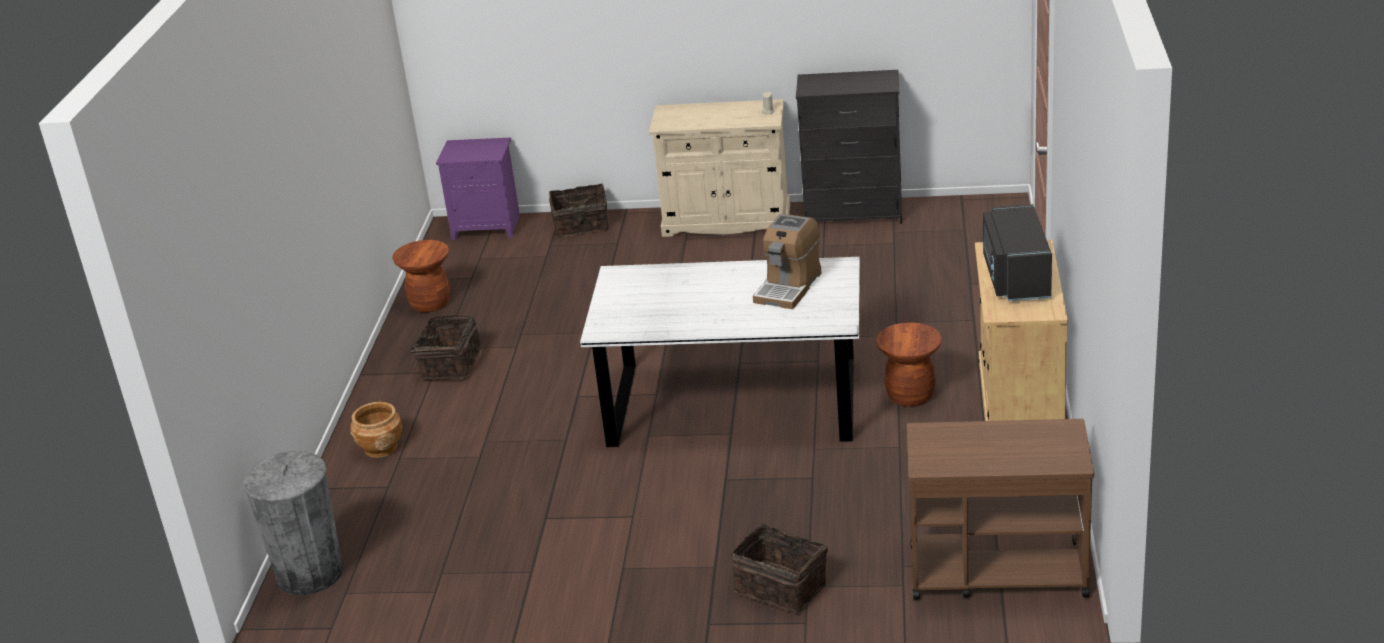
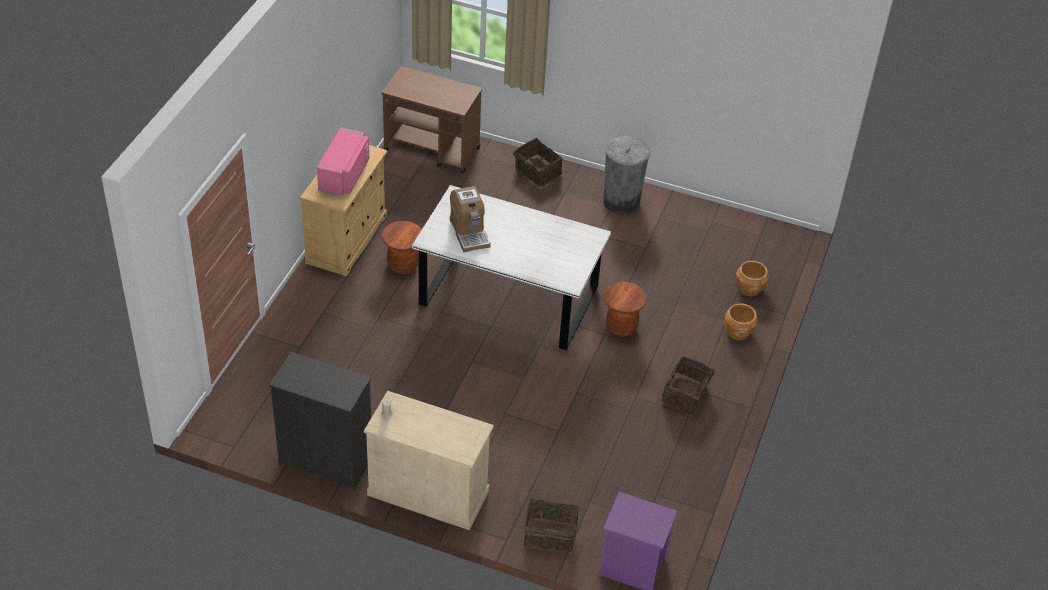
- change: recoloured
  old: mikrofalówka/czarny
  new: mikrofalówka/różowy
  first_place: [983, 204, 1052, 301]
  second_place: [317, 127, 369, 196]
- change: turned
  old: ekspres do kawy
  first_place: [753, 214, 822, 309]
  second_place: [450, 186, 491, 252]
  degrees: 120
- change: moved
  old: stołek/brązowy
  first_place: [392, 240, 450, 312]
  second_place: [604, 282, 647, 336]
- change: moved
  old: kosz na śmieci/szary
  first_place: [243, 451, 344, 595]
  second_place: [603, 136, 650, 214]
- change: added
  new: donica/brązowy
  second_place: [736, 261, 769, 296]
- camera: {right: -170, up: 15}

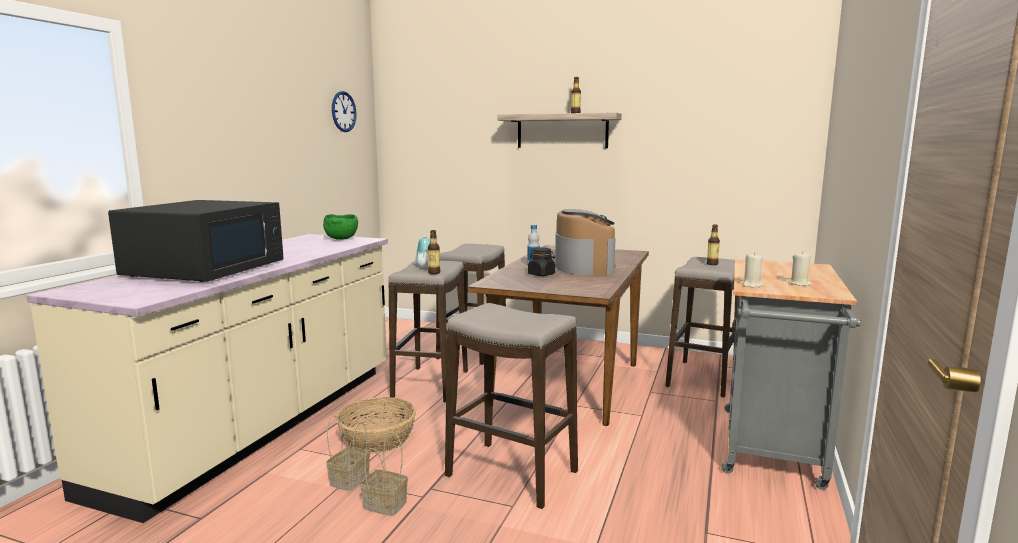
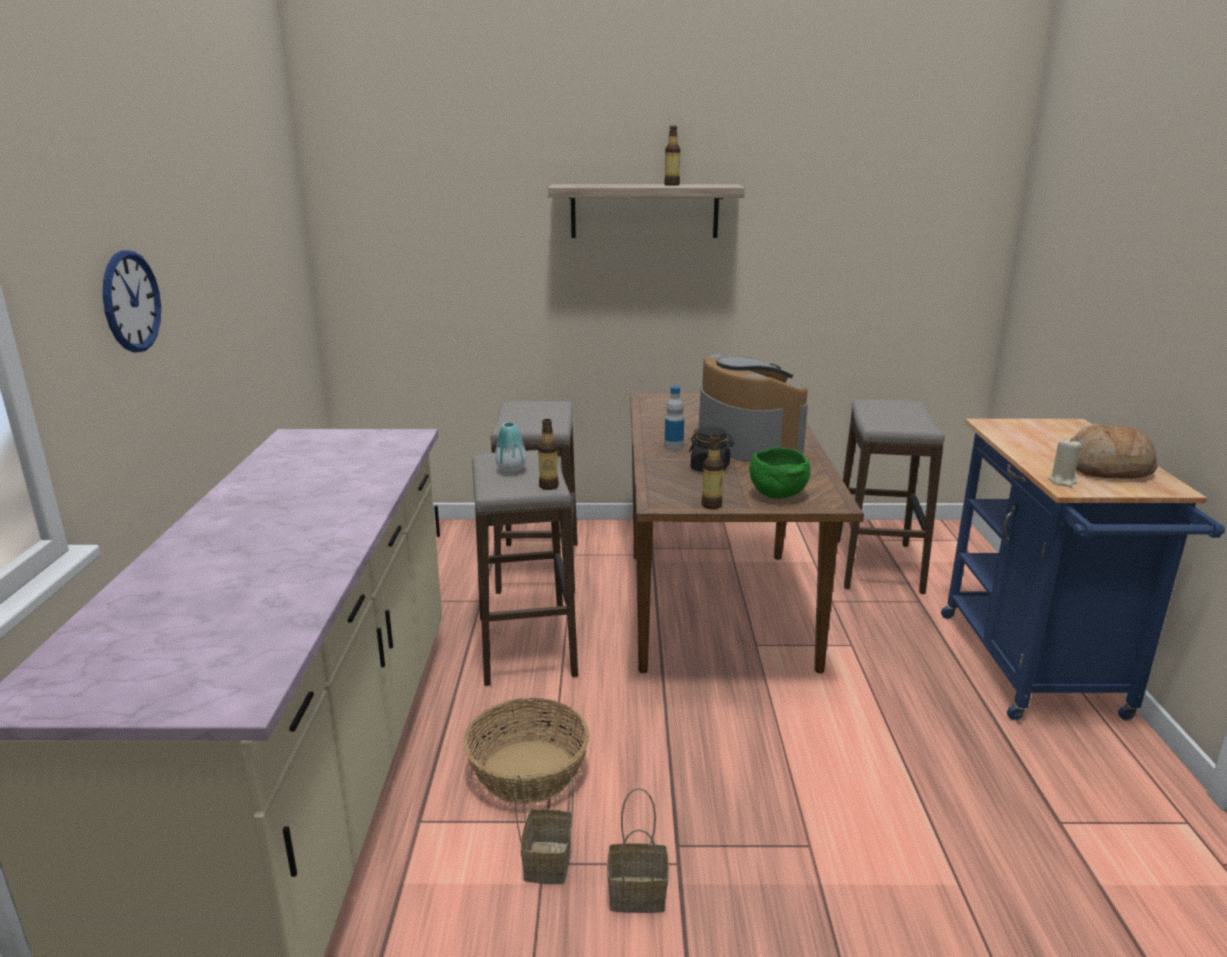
- change: moved
  old: zegar ścienny
  first_place: [332, 91, 357, 132]
  second_place: [102, 250, 161, 352]
- change: removed
  old: mikrofalówka/czarny
  first_place: [108, 200, 283, 282]
- change: moved
  old: miska/zielony
  first_place: [323, 214, 358, 240]
  second_place: [749, 447, 811, 499]
- change: moved
  old: butelka
  first_place: [707, 224, 720, 265]
  second_place: [701, 435, 724, 509]
- change: replaced
  old: świeca/beżowy
  new: chleb
  first_place: [788, 251, 812, 286]
  second_place: [1072, 424, 1158, 479]
- change: recoloured
  old: wózek/szary
  new: wózek/niebieski
  first_place: [722, 259, 861, 490]
  second_place: [941, 419, 1225, 721]
- change: removed
  old: stołek
  first_place: [445, 303, 578, 509]
- camera: {right: -20, up: 10}

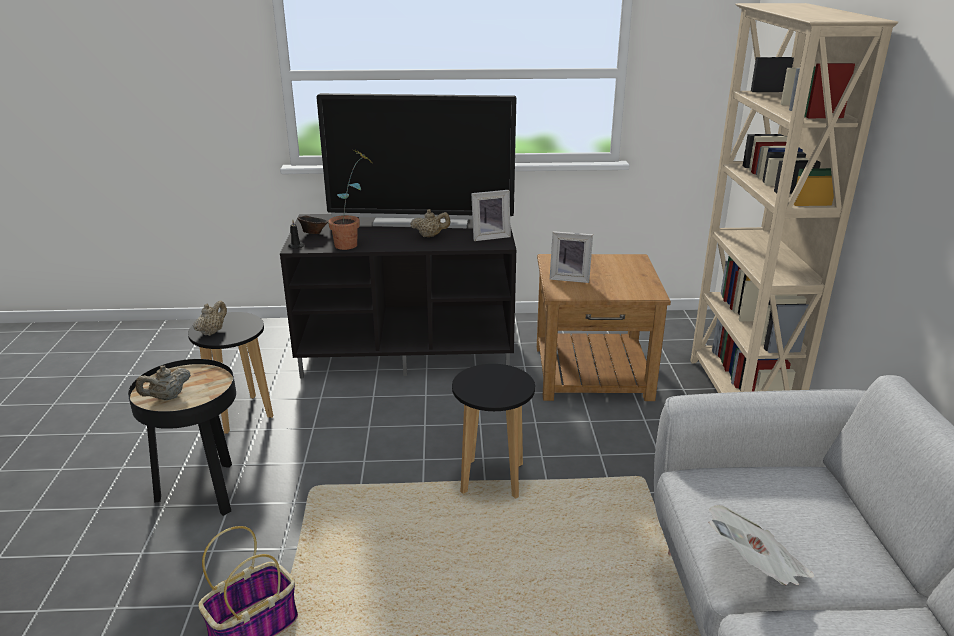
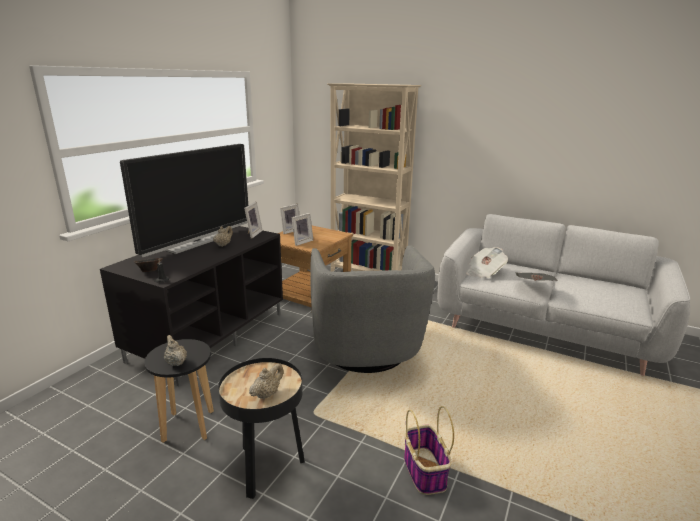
- change: removed
  old: roślina doniczkowa
  first_place: [328, 150, 372, 250]
- change: replaced
  old: stołek/czarny
  new: fotel/szary
  first_place: [452, 364, 535, 499]
  second_place: [311, 245, 435, 373]
- change: turned
  old: imbryk/beżowy
  first_place: [136, 365, 191, 400]
  second_place: [249, 363, 284, 399]
  degrees: -135
- change: added
  new: ramka na zdjęcie
  second_place: [280, 204, 299, 234]
- change: added
  new: gazeta
  second_place: [466, 247, 508, 278]
- camera: {right: -60, up: -5}

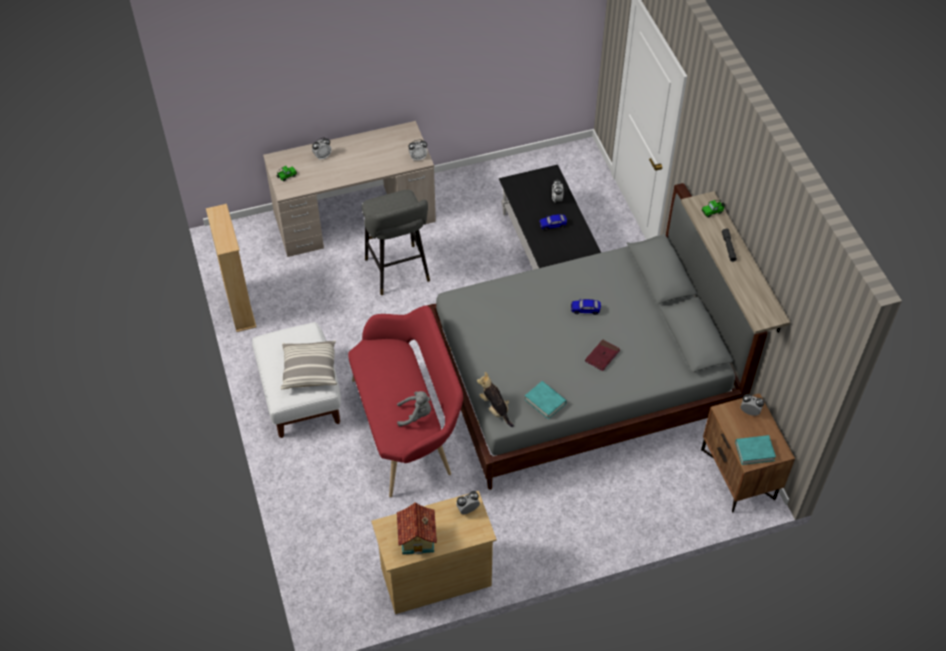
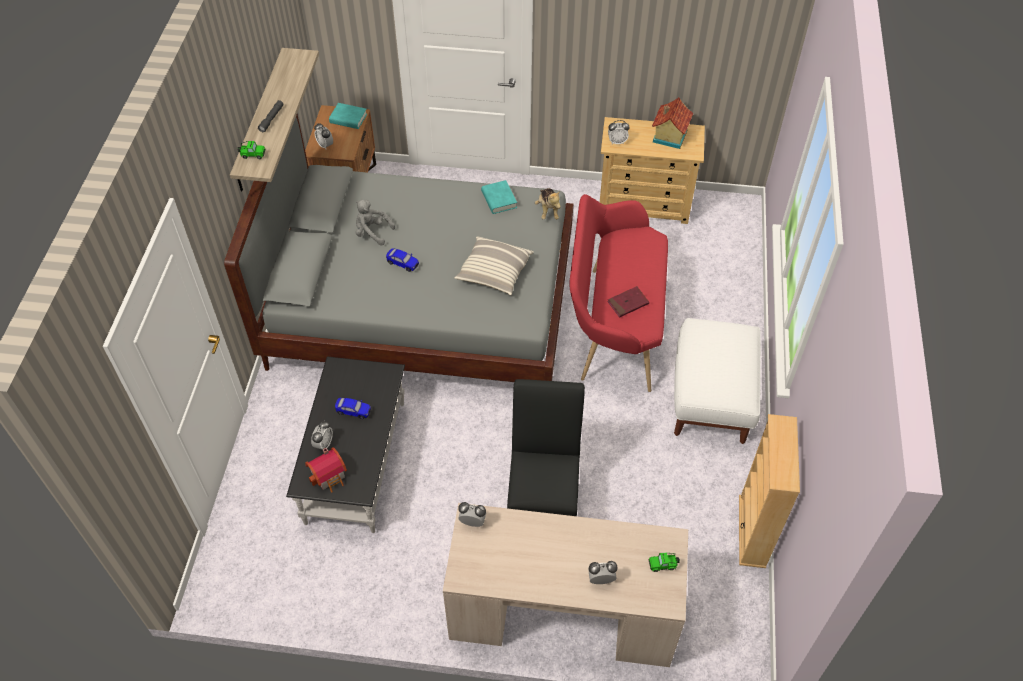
- change: replaced
  old: stołek/szary
  new: krzesło/czarny
  first_place: [362, 190, 430, 295]
  second_place: [507, 379, 585, 516]
- change: moved
  old: książka/czerwony
  first_place: [585, 339, 620, 371]
  second_place: [607, 286, 649, 318]
- change: moved
  old: poduszka
  first_place: [281, 340, 337, 389]
  second_place: [455, 236, 534, 295]
- change: moved
  old: pluszak/szary
  first_place: [397, 391, 431, 426]
  second_place: [355, 200, 395, 246]
- change: added
  new: domek
  second_place: [305, 447, 347, 493]
- camera: {right: -155, up: 0}

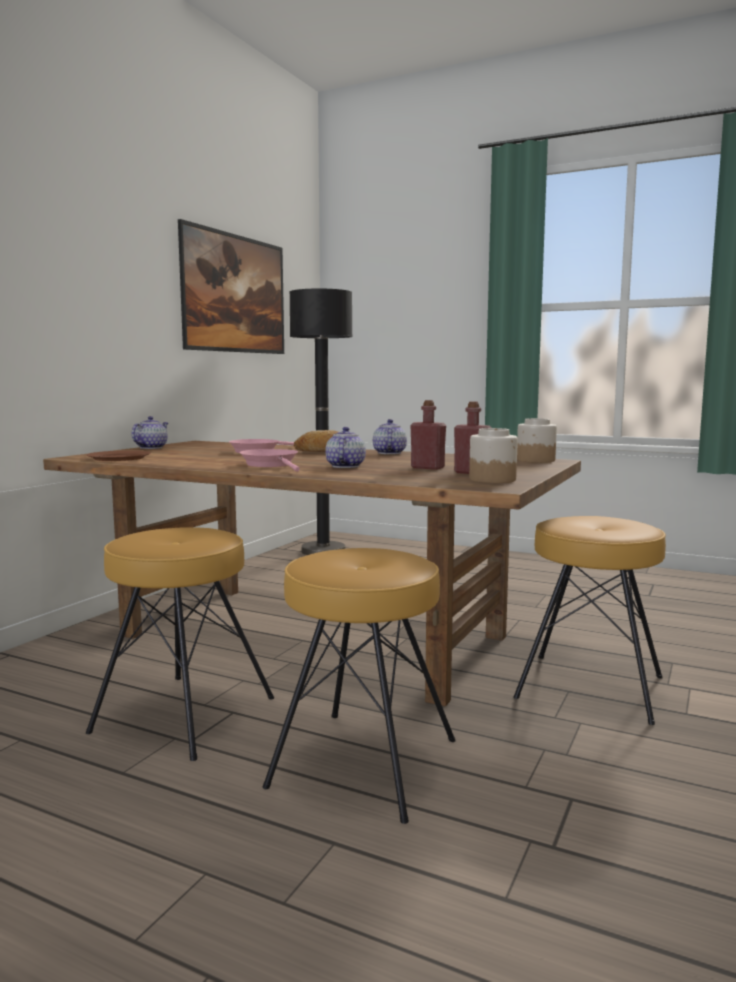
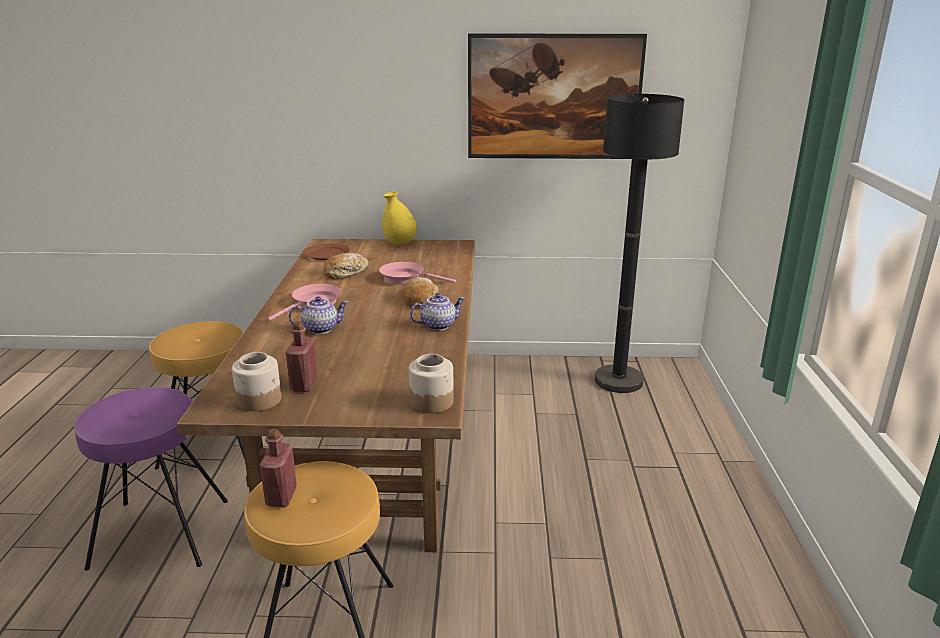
- change: moved
  old: butelka/czerwony
  first_place: [411, 400, 446, 470]
  second_place: [260, 429, 297, 507]
- change: replaced
  old: imbryk
  new: wazon/żółty
  first_place: [131, 416, 168, 449]
  second_place: [382, 192, 416, 245]
- change: recoloured
  old: stołek/brązowy
  new: stołek/fioletowy
  first_place: [263, 548, 456, 824]
  second_place: [74, 387, 228, 571]
- change: added
  new: chleb
  second_place: [323, 253, 368, 280]
- camera: {right: 65, up: 15}

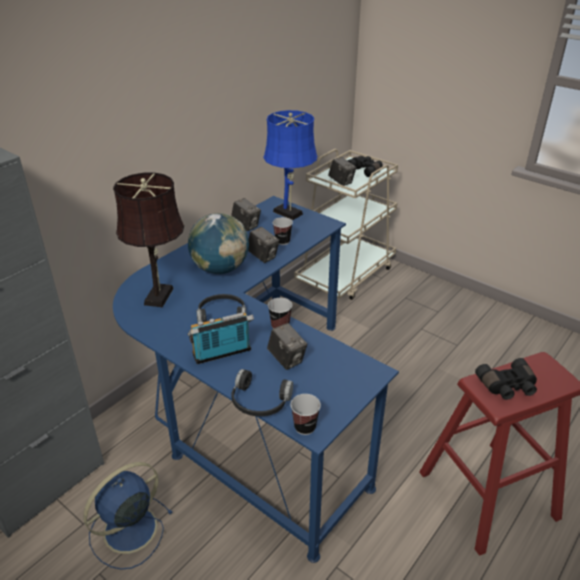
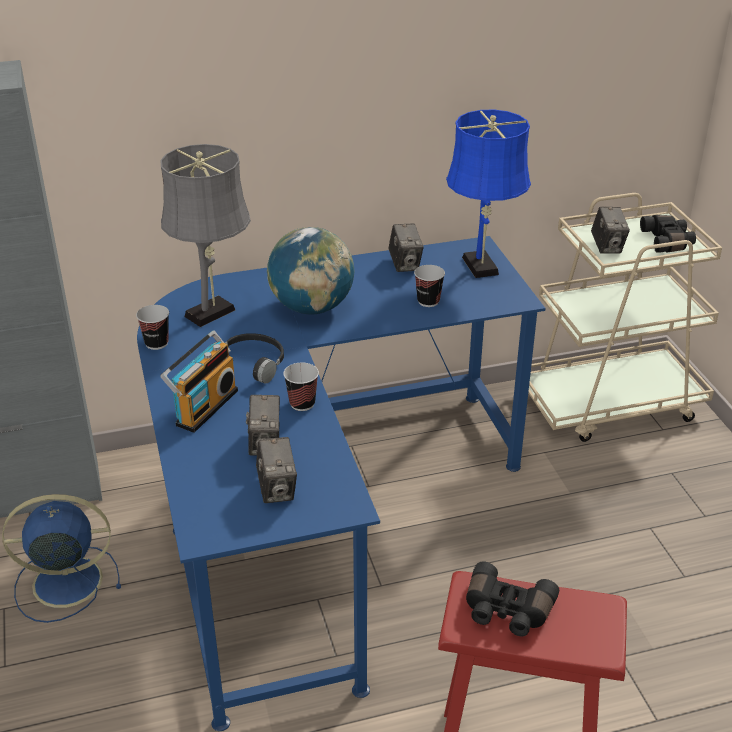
- change: recoloured
  old: lampa stołowa/brązowy
  new: lampa stołowa/szary
  first_place: [113, 173, 184, 307]
  second_place: [160, 144, 251, 327]
- change: moved
  old: aparat fotograficzny
  first_place: [248, 227, 280, 263]
  second_place: [256, 437, 297, 503]
- change: turned
  old: radio
  first_place: [188, 312, 254, 364]
  second_place: [160, 331, 238, 433]
  degrees: 105
- change: removed
  old: słuchawki/czarny
  first_place: [231, 369, 293, 416]
- change: moved
  old: filiżanka
  first_place: [291, 394, 321, 435]
  second_place: [136, 305, 169, 350]
- camera: {right: 35, up: 0}

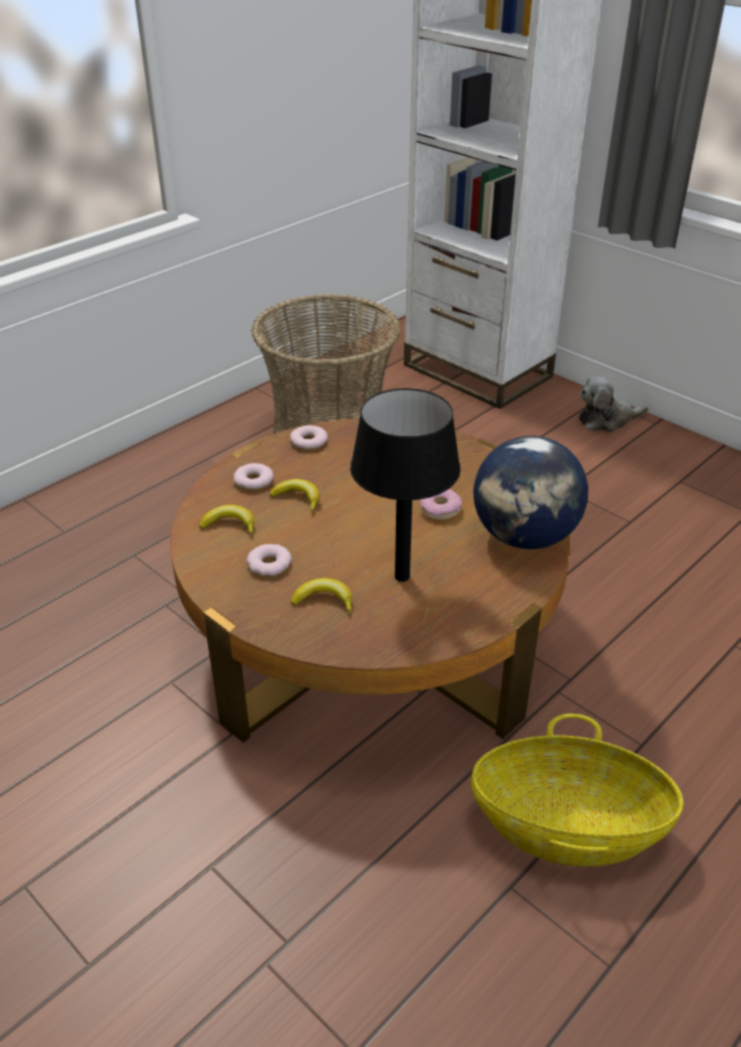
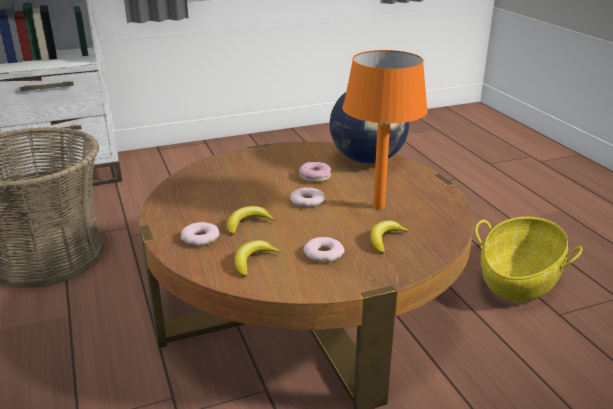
- change: removed
  old: pluszak
  first_place: [579, 375, 649, 432]
- change: recoloured
  old: lampa stołowa/czarny
  new: lampa stołowa/pomarańczowy
  first_place: [350, 388, 461, 582]
  second_place: [343, 50, 428, 209]
- change: moved
  old: donut
  first_place: [290, 425, 328, 450]
  second_place: [290, 187, 325, 208]
- camera: {right: -65, up: -10}

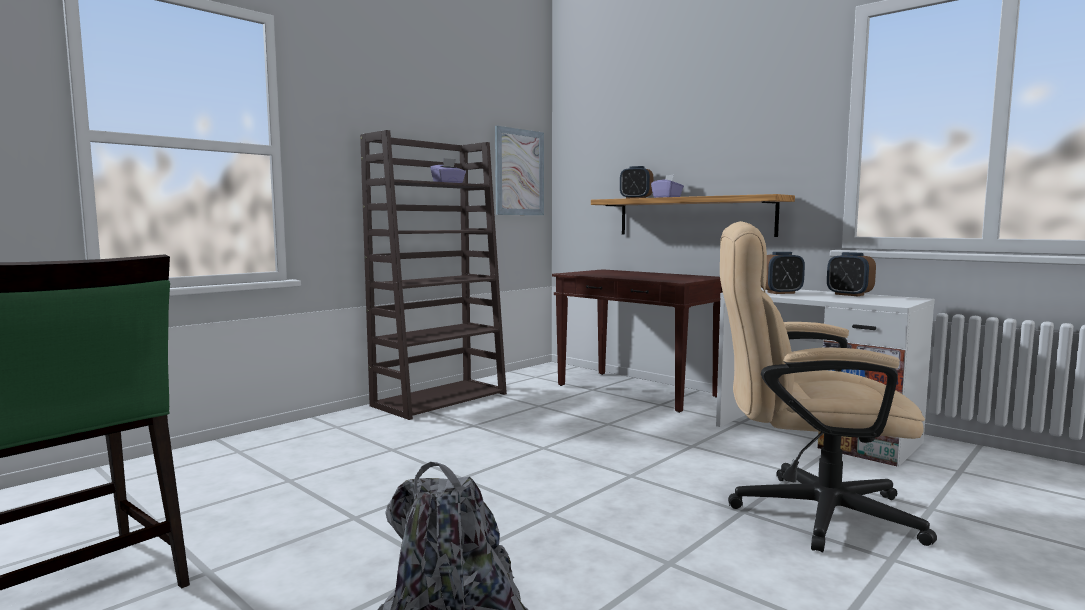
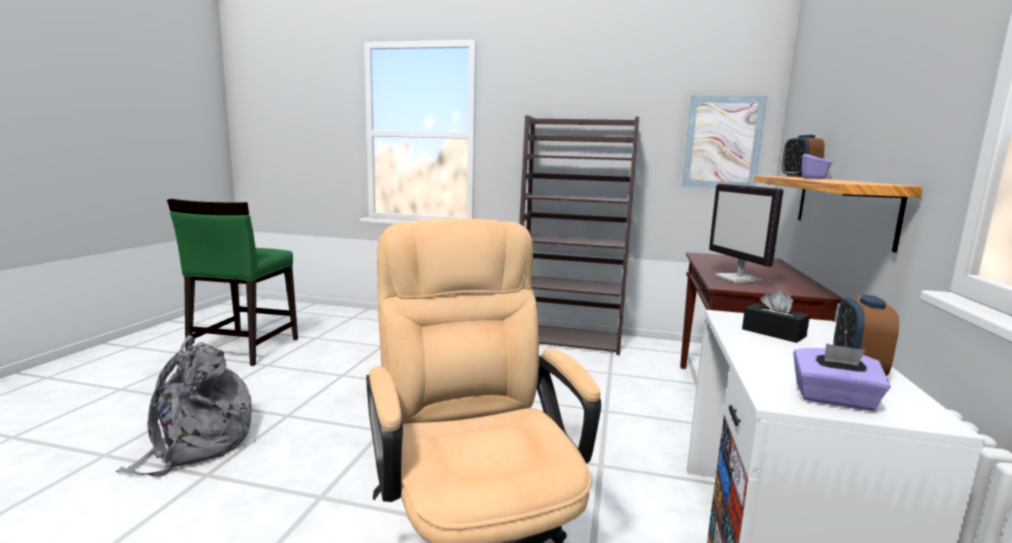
- change: moved
  old: pudełko chusteczek/fioletowy
  first_place: [430, 158, 466, 183]
  second_place: [793, 343, 890, 411]
- change: replaced
  old: budzik
  new: pudełko chusteczek/czarny
  first_place: [761, 252, 805, 294]
  second_place: [742, 290, 810, 343]
- change: added
  new: monitor
  second_place: [709, 184, 783, 283]
- camera: {right: 60, up: 5}

